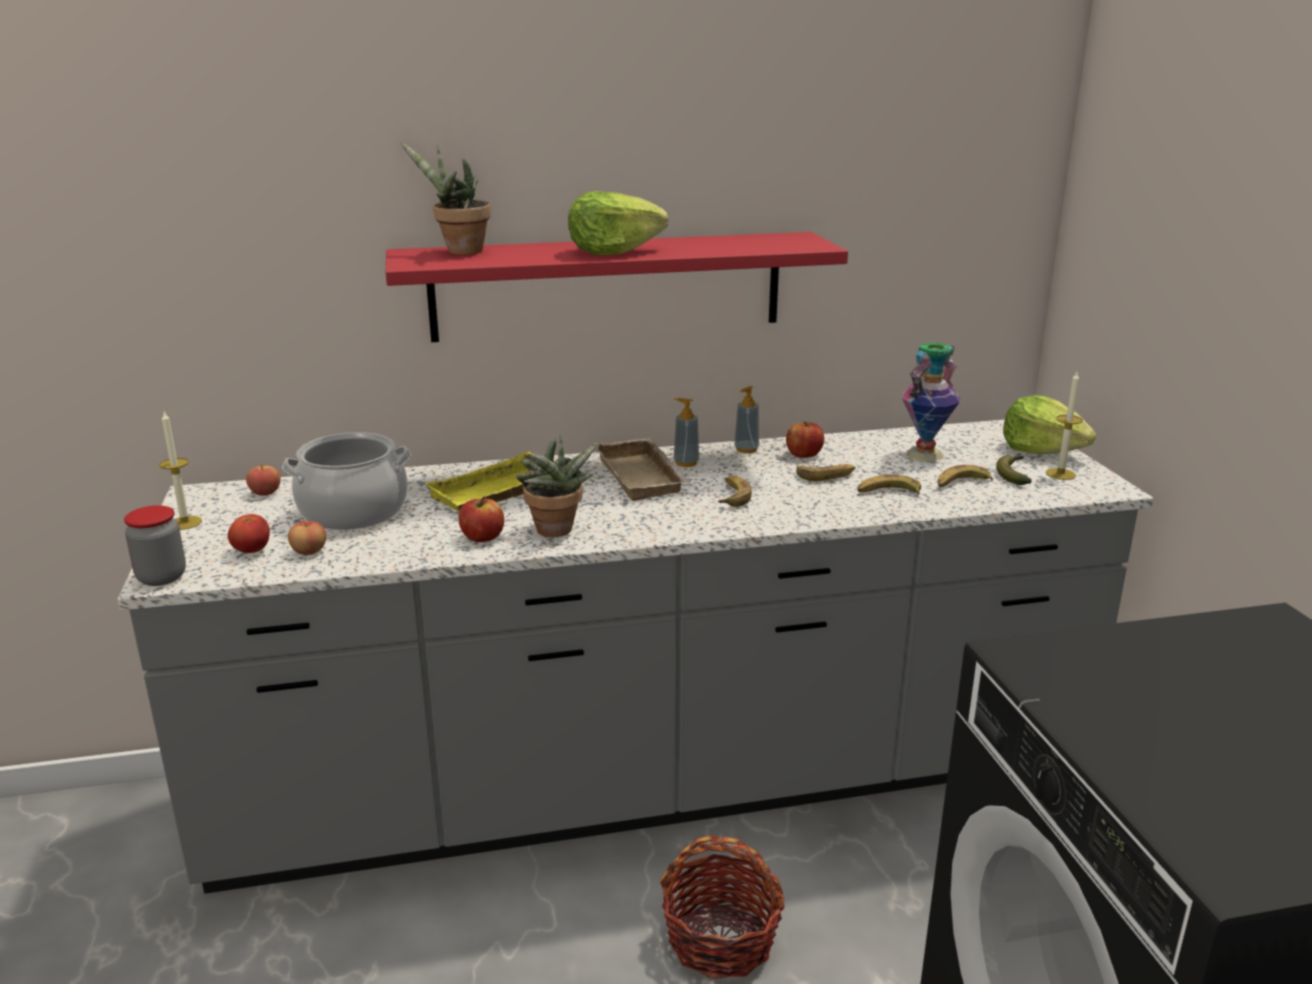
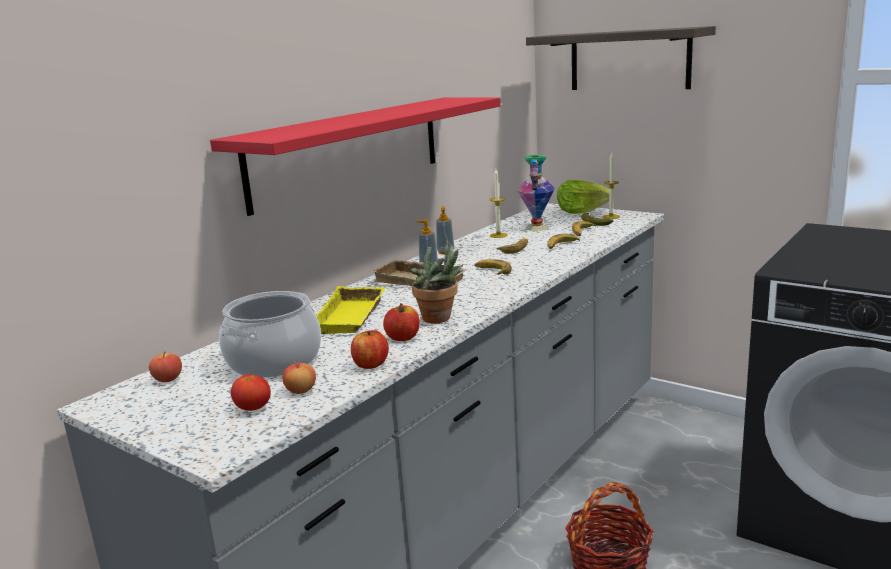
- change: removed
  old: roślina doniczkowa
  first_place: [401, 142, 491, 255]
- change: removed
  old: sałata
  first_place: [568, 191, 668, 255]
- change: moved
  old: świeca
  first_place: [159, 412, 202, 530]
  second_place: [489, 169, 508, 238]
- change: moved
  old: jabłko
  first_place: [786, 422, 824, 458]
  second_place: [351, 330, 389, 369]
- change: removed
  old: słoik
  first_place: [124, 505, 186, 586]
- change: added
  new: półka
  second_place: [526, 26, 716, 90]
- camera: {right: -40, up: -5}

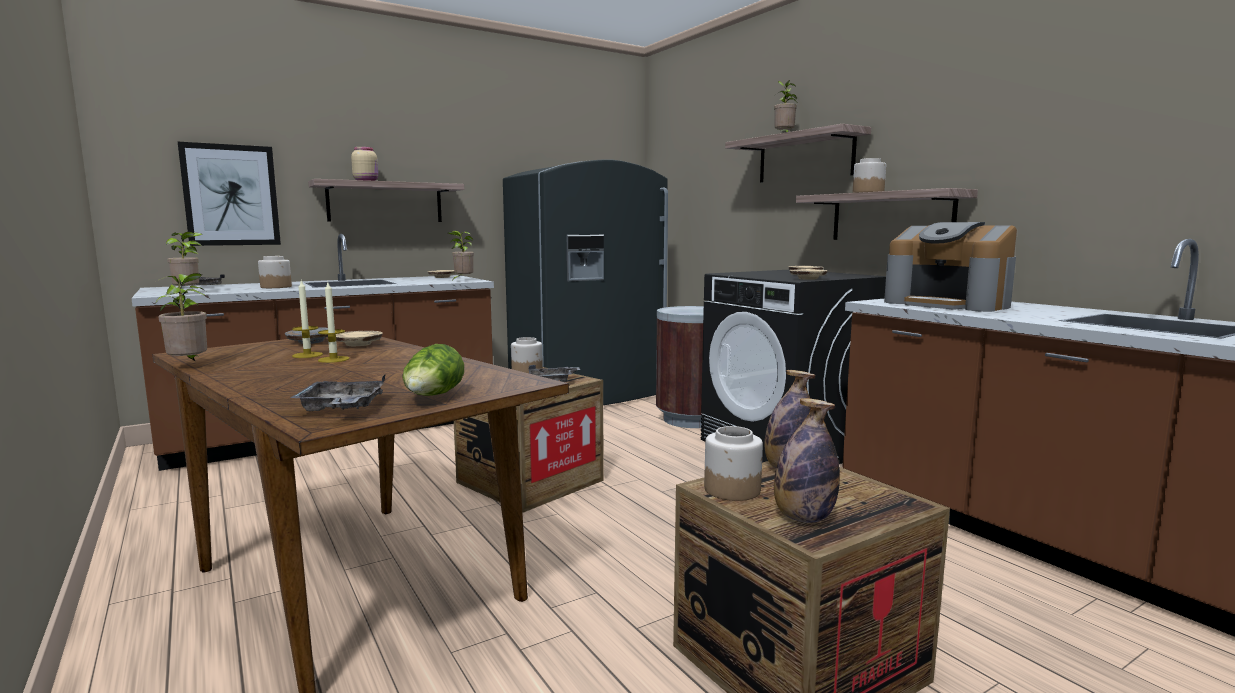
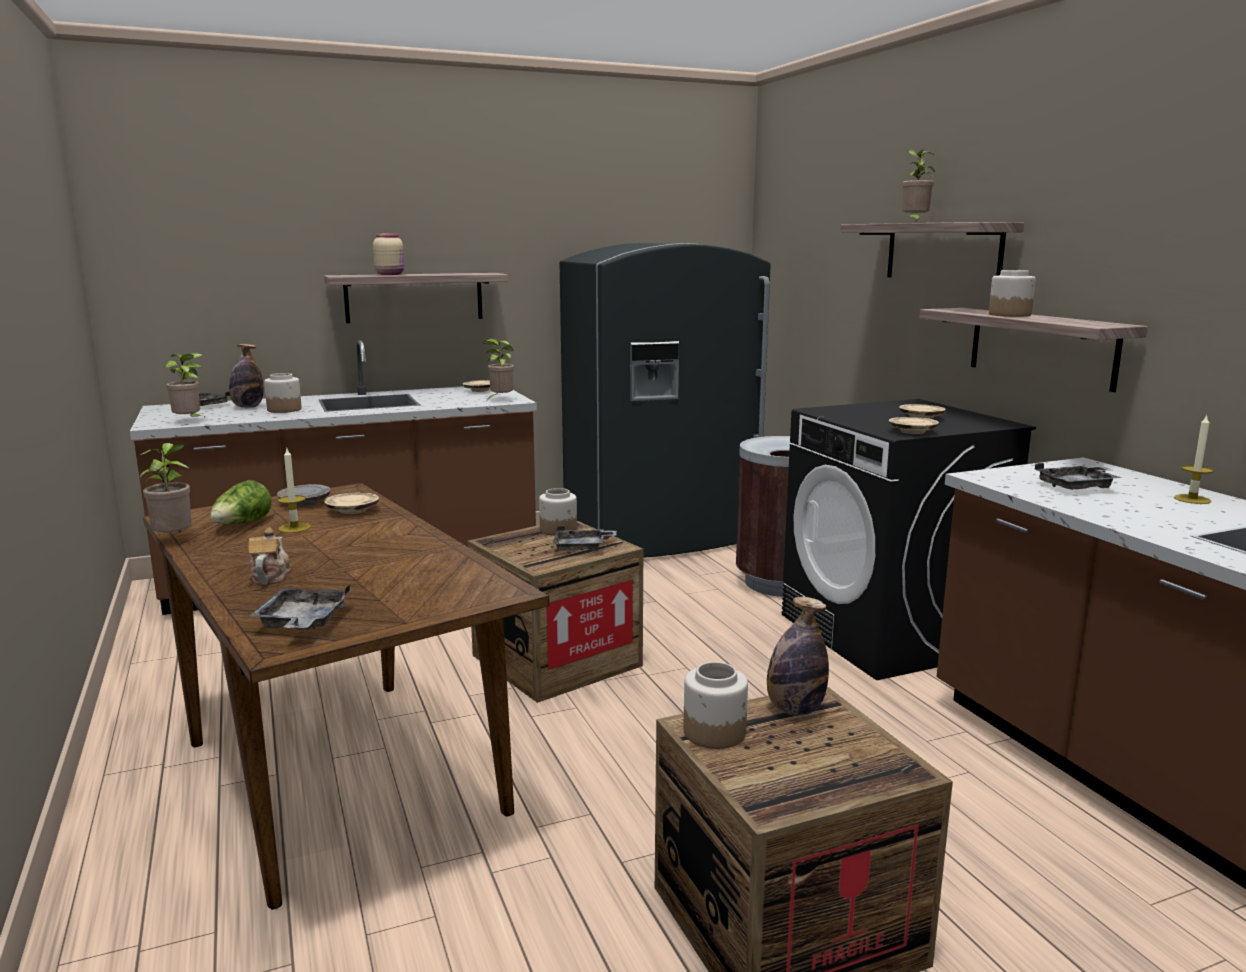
- change: removed
  old: obraz
  first_place: [178, 142, 281, 246]
- change: replaced
  old: ekspres do kawy
  new: taca/szary
  first_place: [884, 222, 1017, 312]
  second_place: [1035, 463, 1122, 490]
- change: moved
  old: świeca
  first_place: [318, 283, 349, 363]
  second_place: [1174, 415, 1214, 504]
- change: moved
  old: sałata
  first_place: [402, 344, 464, 396]
  second_place: [210, 480, 272, 524]
- change: moved
  old: butelka
  first_place: [774, 398, 840, 523]
  second_place: [229, 344, 264, 408]
- change: added
  new: imbryk
  second_place: [248, 527, 291, 585]
- camera: {right: 10, up: 5}

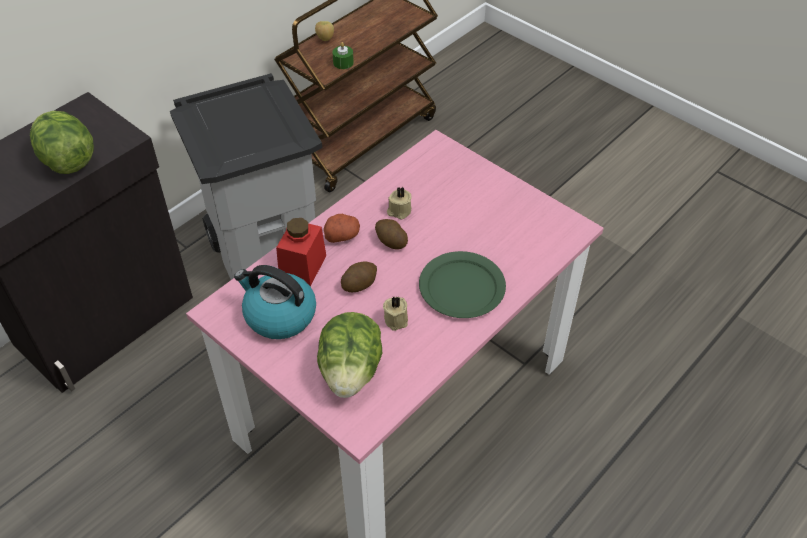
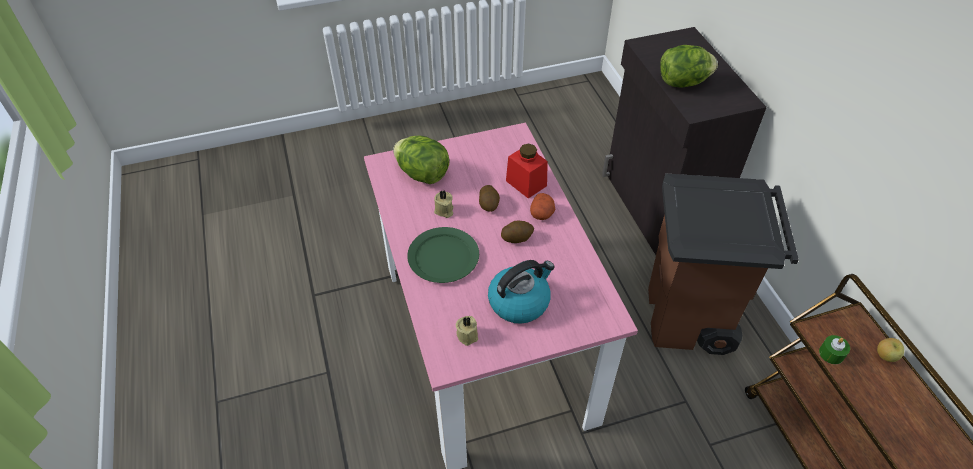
- change: recoloured
  old: kosz na śmieci/szary
  new: kosz na śmieci/brązowy
  first_place: [170, 73, 322, 280]
  second_place: [648, 174, 799, 355]
- change: moved
  old: świeca/beżowy
  first_place: [387, 187, 412, 219]
  second_place: [456, 316, 478, 346]
- change: moved
  old: czajnik
  first_place: [234, 265, 316, 339]
  second_place: [488, 260, 555, 324]
- camera: {right: 120, up: 0}

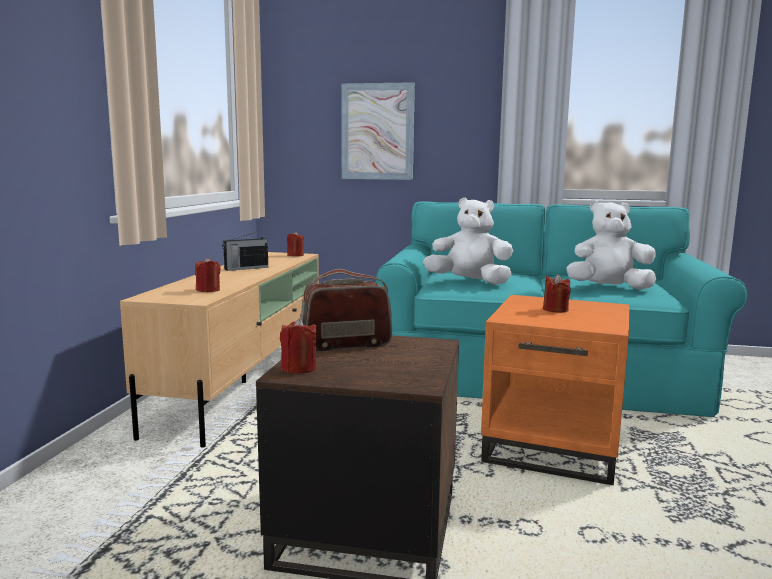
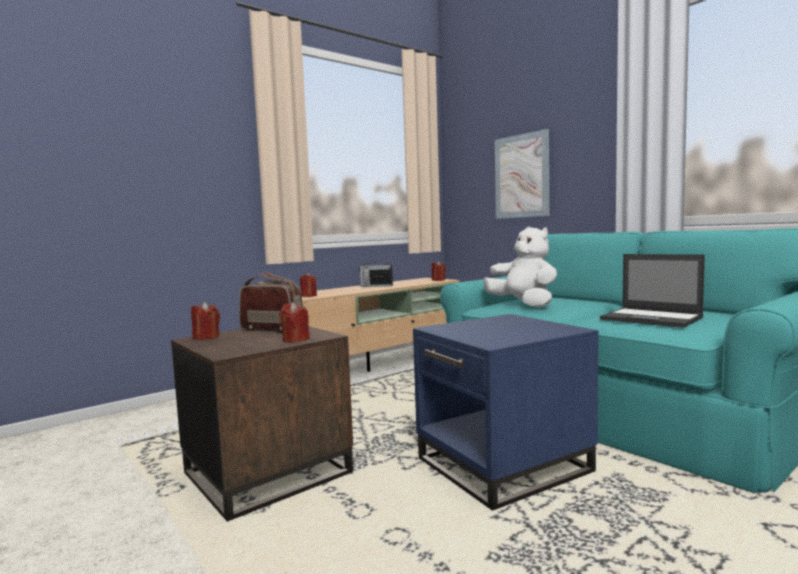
- change: replaced
  old: pluszak/biały
  new: laptop
  first_place: [566, 200, 656, 290]
  second_place: [600, 254, 705, 328]
- change: moved
  old: świeca/czerwony
  first_place: [543, 274, 571, 313]
  second_place: [279, 302, 310, 343]
- change: recoloured
  old: stolik/pomarańczowy
  new: stolik/niebieski
  first_place: [481, 295, 629, 485]
  second_place: [413, 314, 599, 511]
- camera: {right: 40, up: -5}

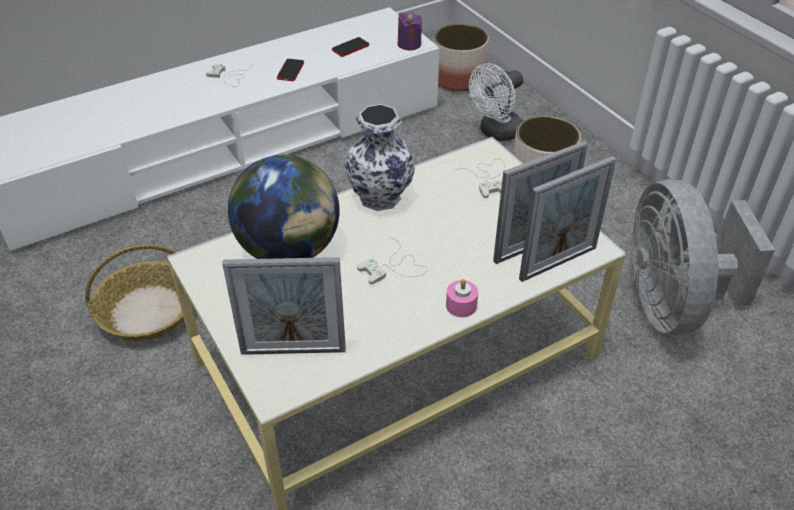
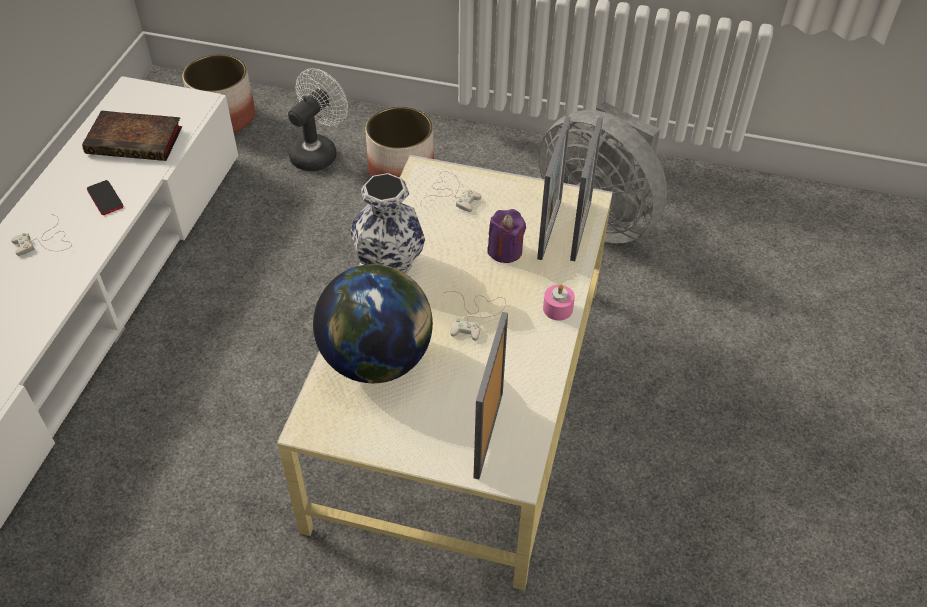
- change: moved
  old: świeca/fioletowy
  first_place: [398, 12, 422, 50]
  second_place: [487, 209, 526, 263]
- change: replaced
  old: telefon
  new: książka
  first_place: [332, 37, 369, 57]
  second_place: [82, 110, 182, 161]
- change: turned
  old: wentylator/biały
  first_place: [469, 63, 523, 141]
  second_place: [288, 68, 348, 171]
  degrees: -150
- change: removed
  old: koszyk
  first_place: [85, 245, 192, 341]
- change: turned
  old: ramka na zdjęcie
  first_place: [222, 257, 346, 355]
  second_place: [474, 312, 508, 479]
  degrees: 150
- camera: {right: -45, up: 5}

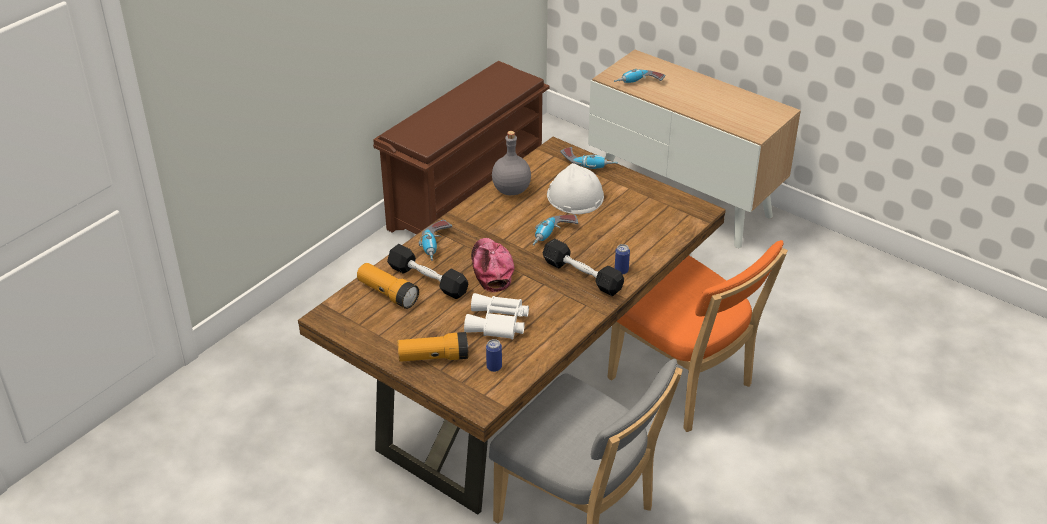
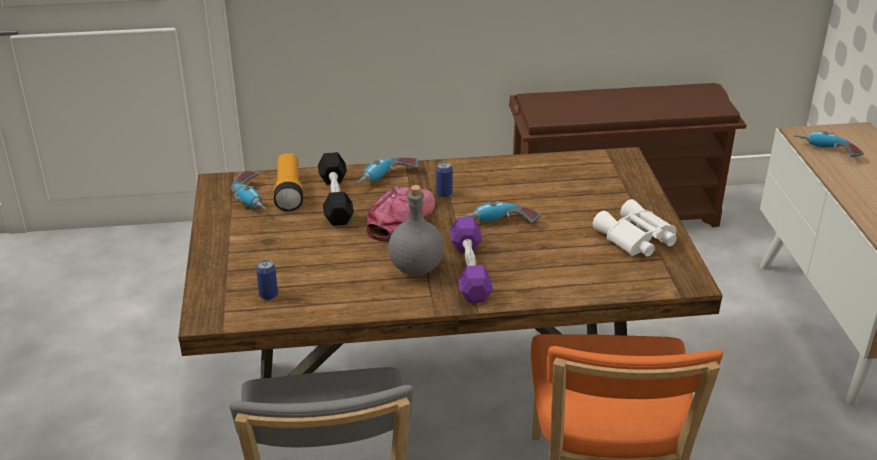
- change: moved
  old: butelka/szary
  first_place: [492, 131, 531, 195]
  second_place: [388, 185, 444, 276]
- change: moved
  old: wiertarka
  first_place: [561, 147, 618, 169]
  second_place: [231, 171, 267, 210]
- change: removed
  old: kask/biały
  first_place: [547, 163, 604, 214]
- change: recoloured
  old: hantel/czarny
  new: hantel/fioletowy
  first_place: [543, 239, 624, 296]
  second_place: [450, 217, 493, 303]
- change: moved
  old: puszka
  first_place: [615, 244, 630, 275]
  second_place: [436, 161, 453, 197]
- change: moved
  old: lornetka/biały
  first_place: [464, 293, 529, 339]
  second_place: [593, 199, 677, 257]
- change: removed
  old: latarka
  first_place: [398, 332, 468, 362]
- camera: {right: 45, up: -5}

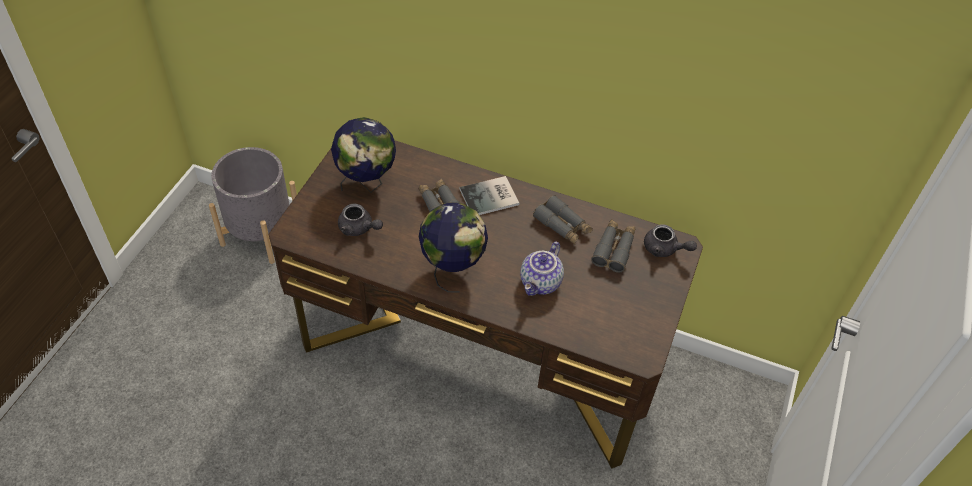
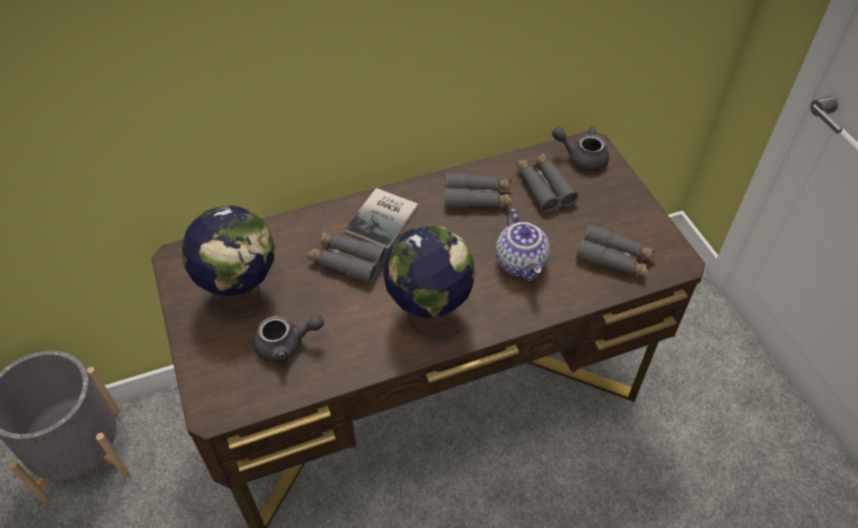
- change: turned
  old: imbryk/szary
  first_place: [644, 224, 697, 257]
  second_place: [552, 125, 609, 172]
  degrees: -150
- change: added
  new: lornetka/szary
  second_place: [576, 224, 656, 277]
- camera: {right: -40, up: 0}

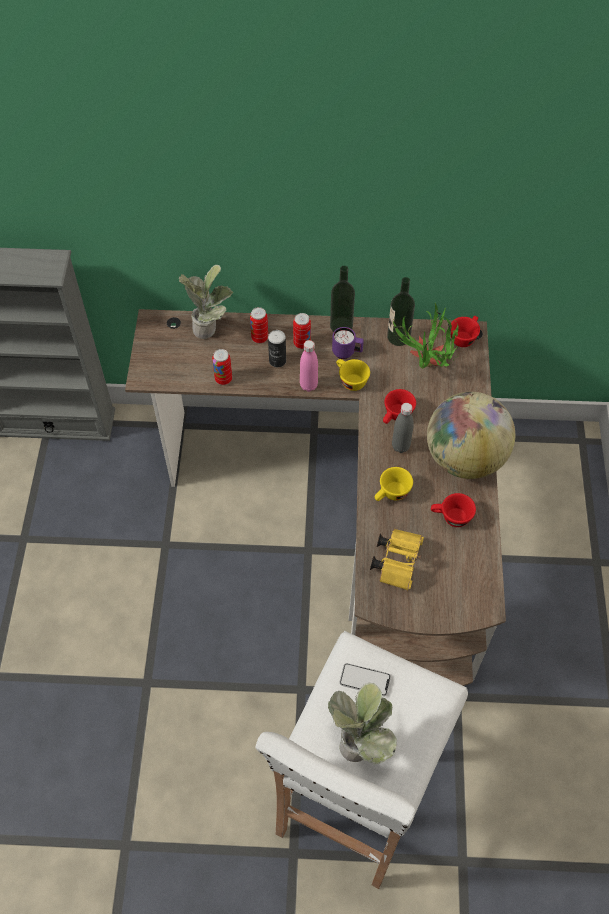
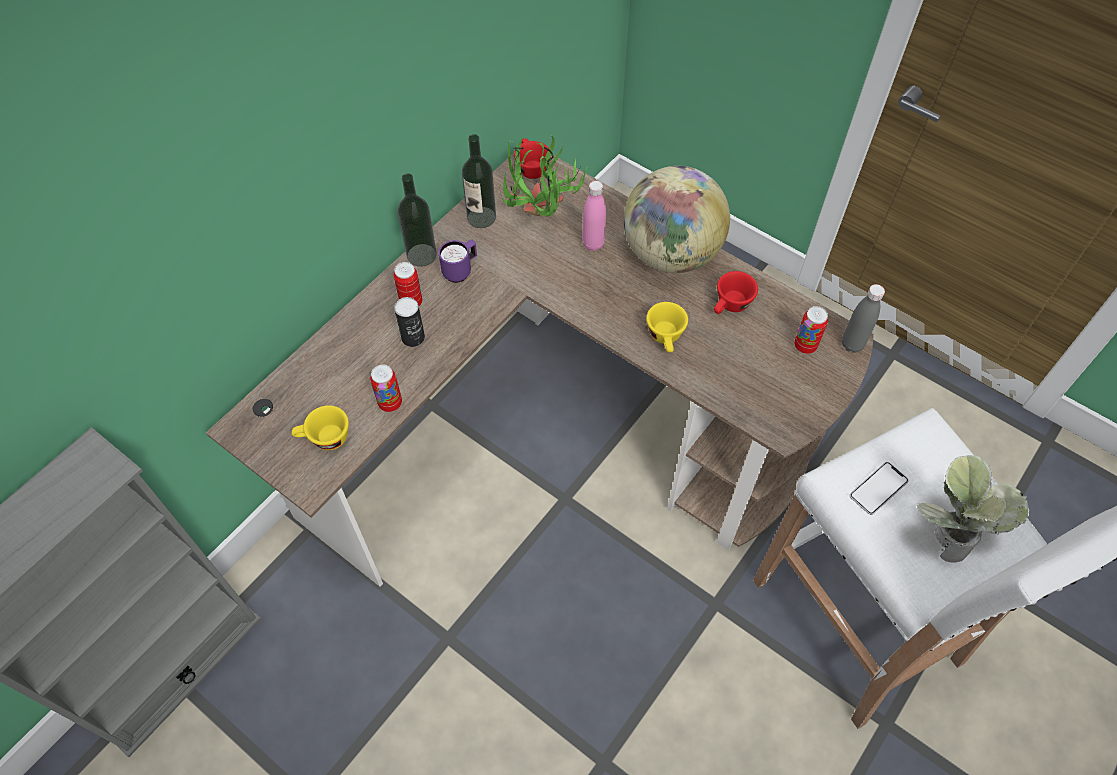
- change: removed
  old: roślina doniczkowa
  first_place: [178, 265, 233, 339]
- change: moved
  old: puszka
  first_place: [250, 307, 268, 343]
  second_place: [794, 306, 828, 354]
- change: moved
  old: butelka/różowy
  first_place: [300, 340, 318, 392]
  second_place: [582, 181, 606, 251]
- change: moved
  old: filiżanka/żółty
  first_place: [336, 359, 370, 391]
  second_place: [292, 405, 349, 450]
- change: removed
  old: filiżanka/czerwony
  first_place: [383, 389, 416, 424]
- change: moved
  old: butelka/szary
  first_place: [392, 403, 414, 453]
  second_place: [842, 284, 885, 353]
- change: removed
  old: lornetka/żółty
  first_place: [370, 529, 424, 590]
- camera: {right: -55, up: 0}

